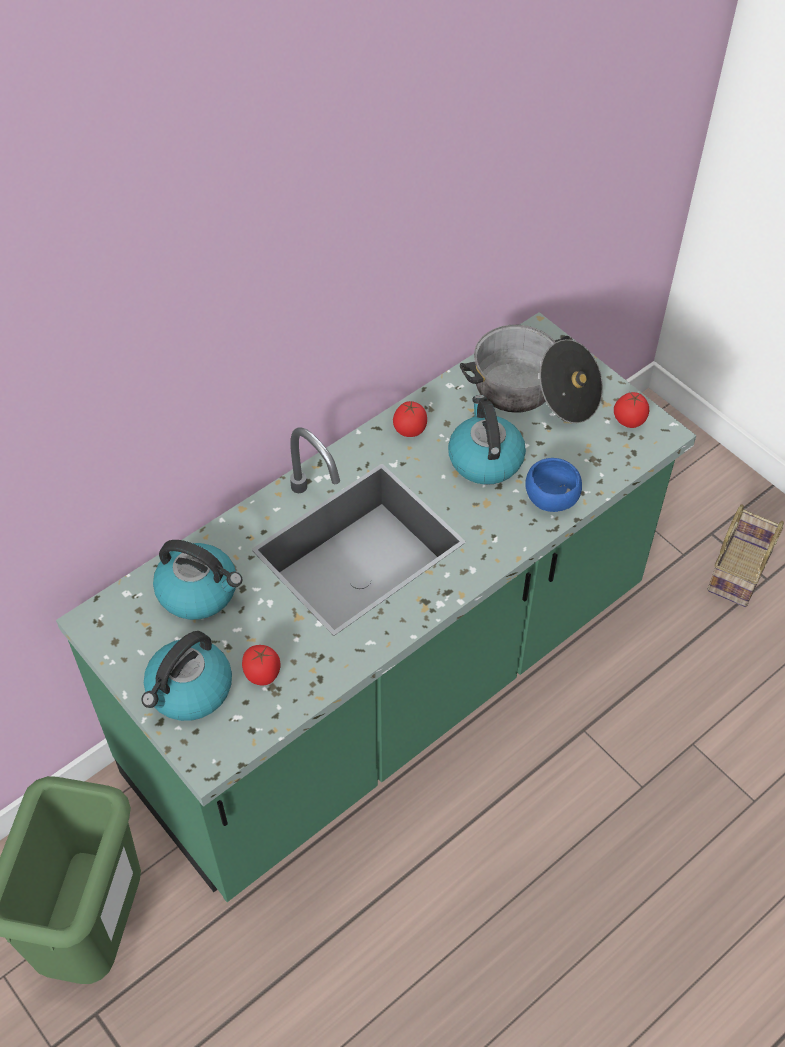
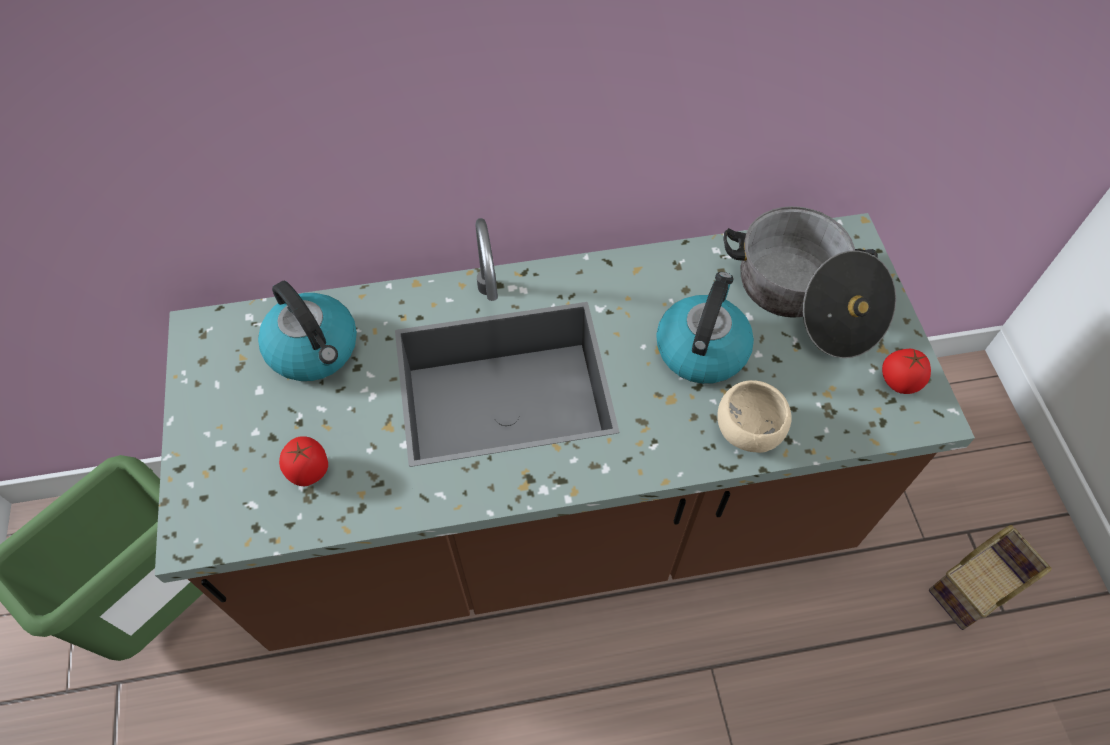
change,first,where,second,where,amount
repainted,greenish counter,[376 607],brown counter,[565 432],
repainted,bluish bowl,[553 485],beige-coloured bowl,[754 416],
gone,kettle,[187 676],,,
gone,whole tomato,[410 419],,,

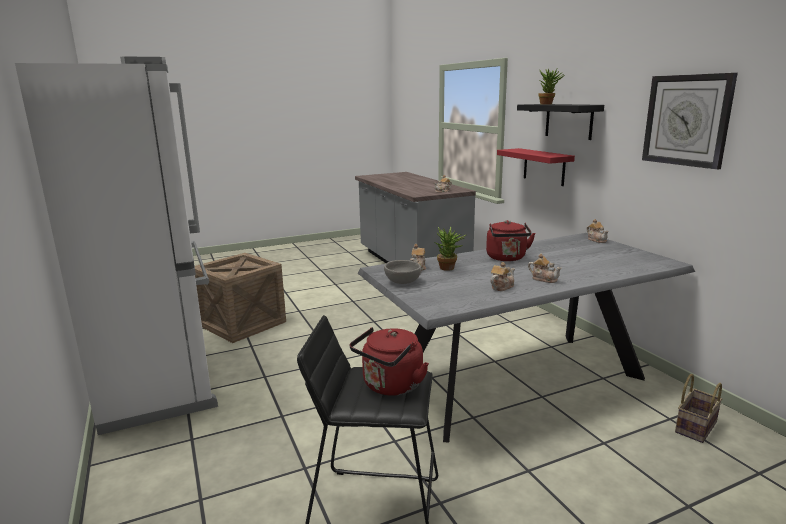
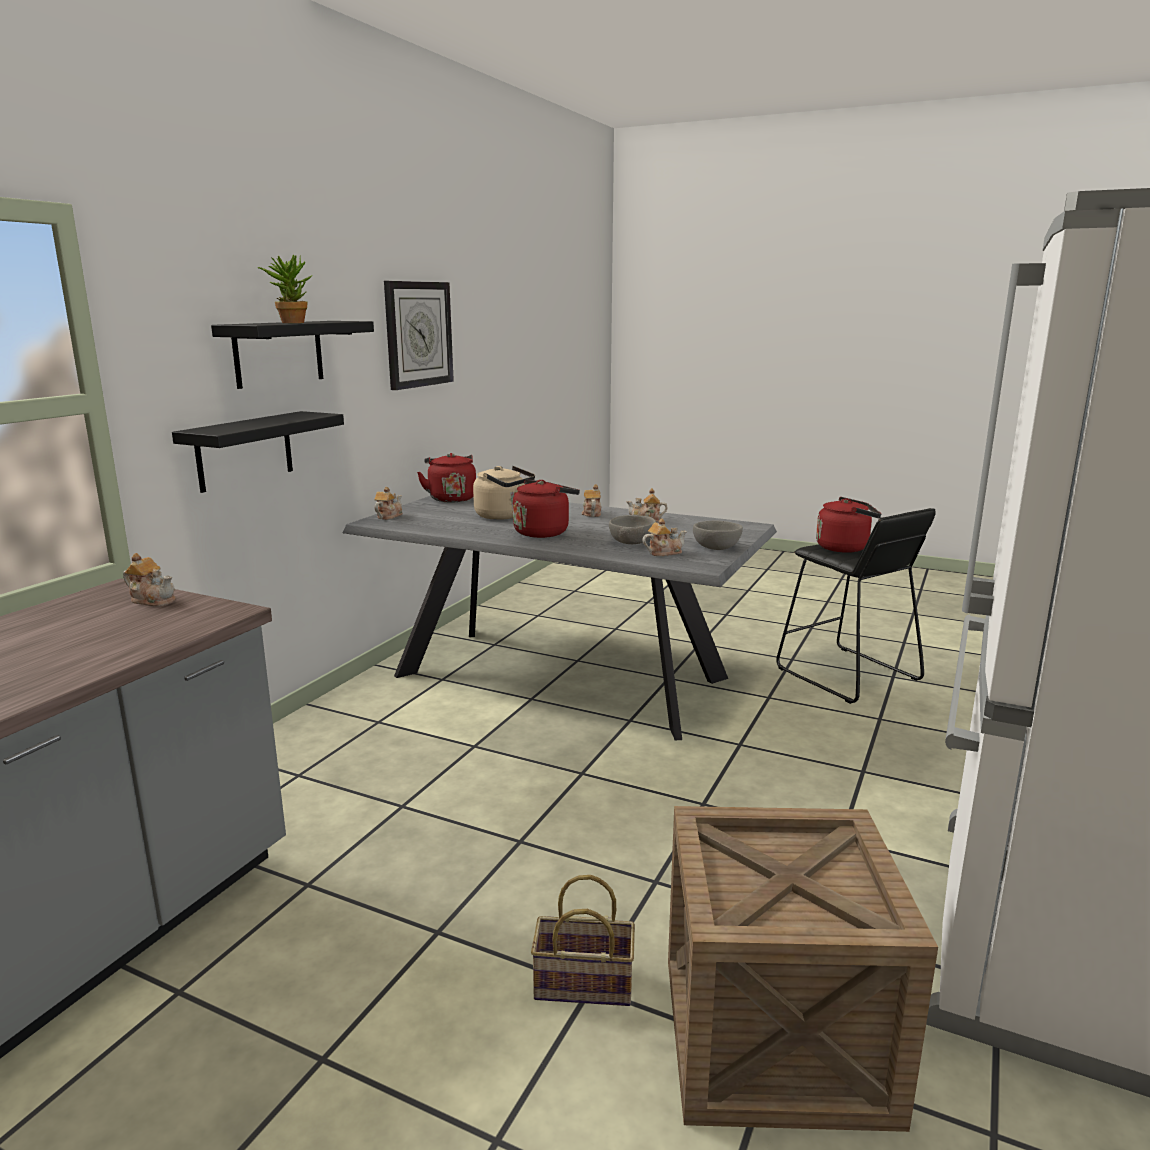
change,first,where,second,where,amount
repainted,red bracket shelf,[536 167],blackish bracket shelf,[258 452],
new,,,red kettle,[446 477],
new,,,beige-coloured kettle,[504 493],
shifted,basket,[698 408],,[583 940],
swapped,plant in a pot,[450 249],grey bowl,[632 529],

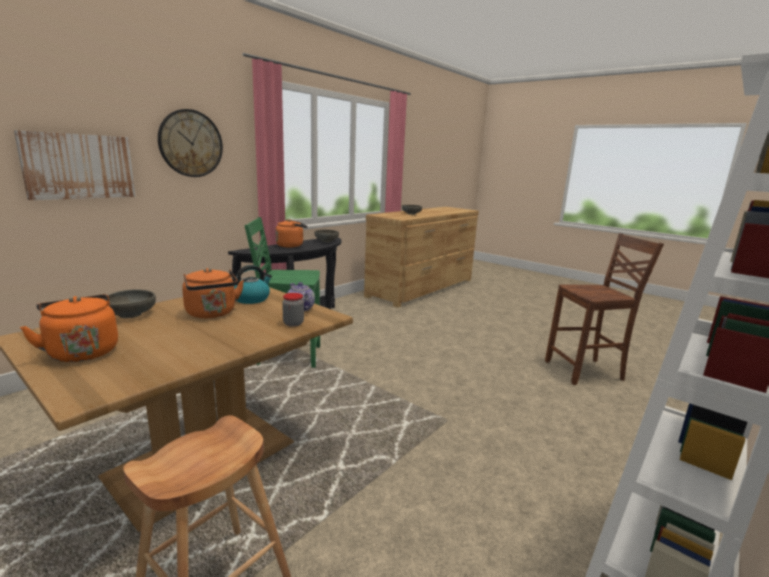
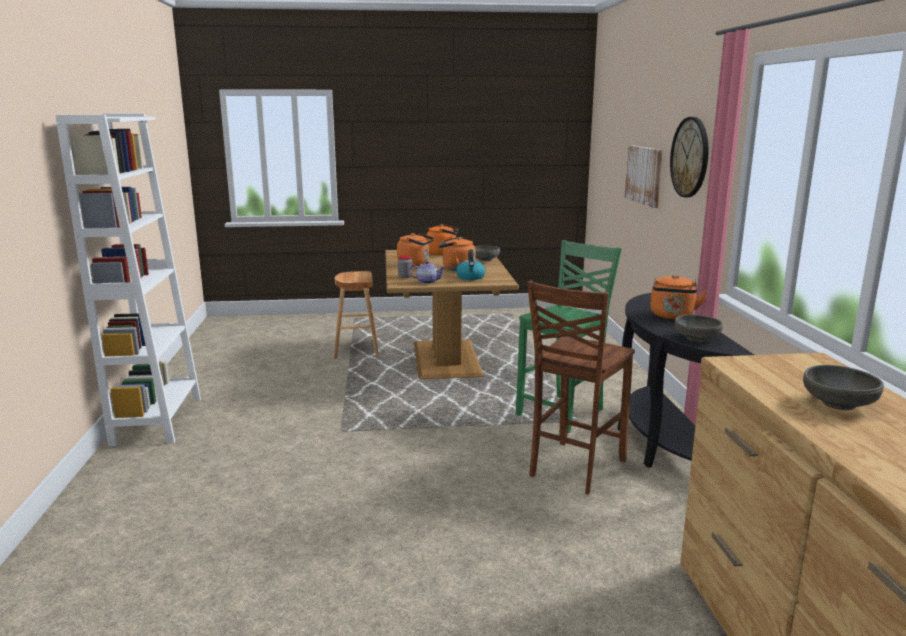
change,first,where,second,where,amount
new,,,orange-coloured kettle,[415 249],
shifted,brown upright chair,[604 309],,[581 388],

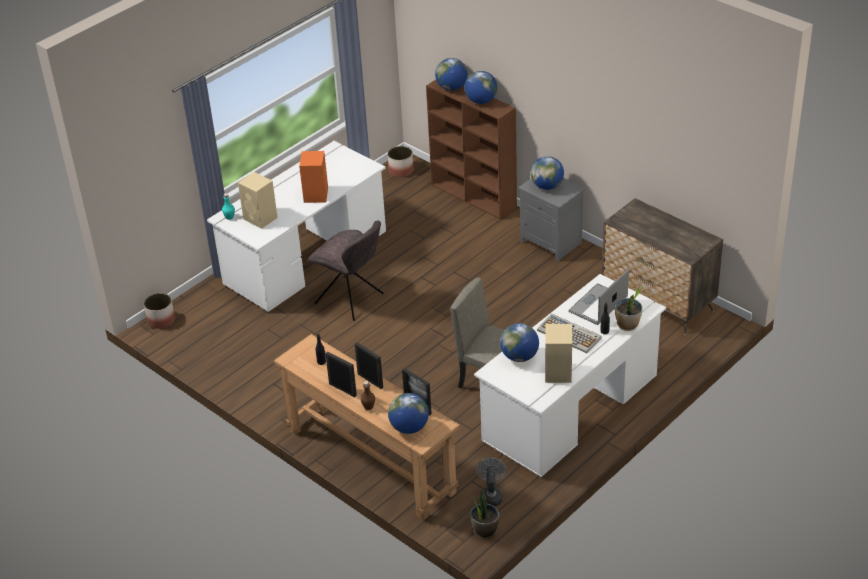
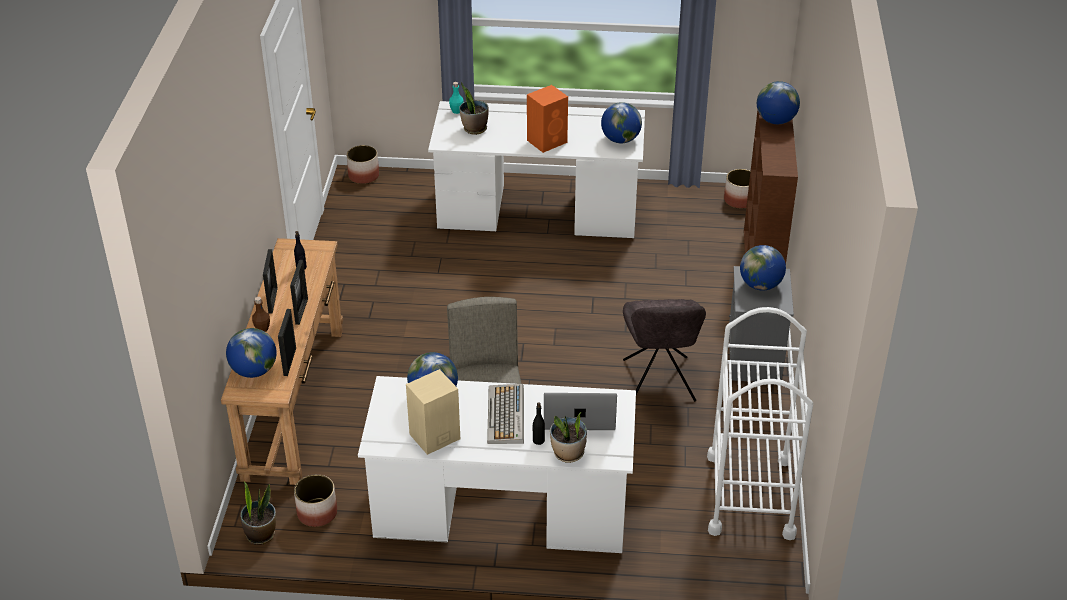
change,first,where,second,where,amount
swapped,grey cooling fan,[491 482],flower pot,[315 500],
swapped,beige-coloured speaker,[258 200],plant in a pot,[474 108],
shifted,globe,[480 87],,[621 122],
shifted,grey upright chair,[345 270],,[664 350],
swapped,dresser,[662 267],white-coloured cart,[760 423],

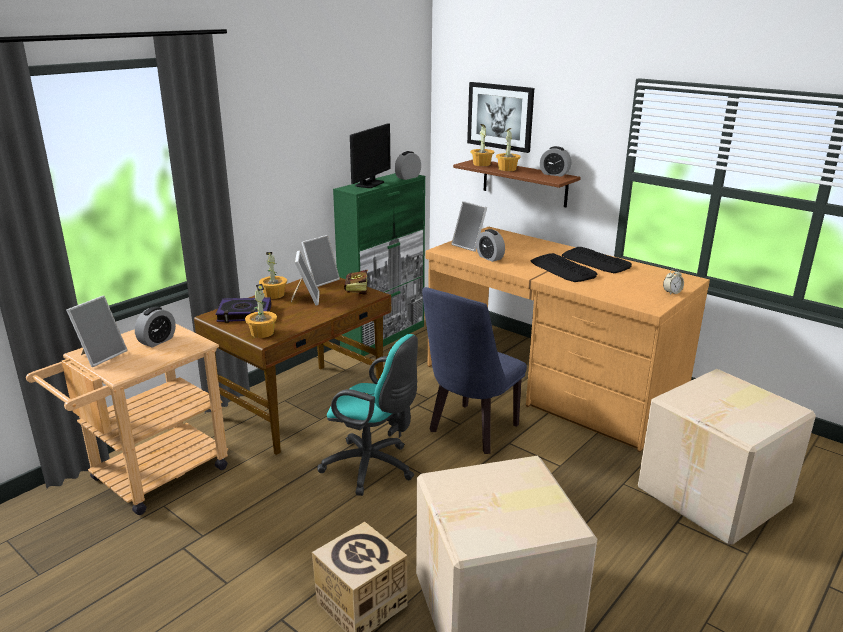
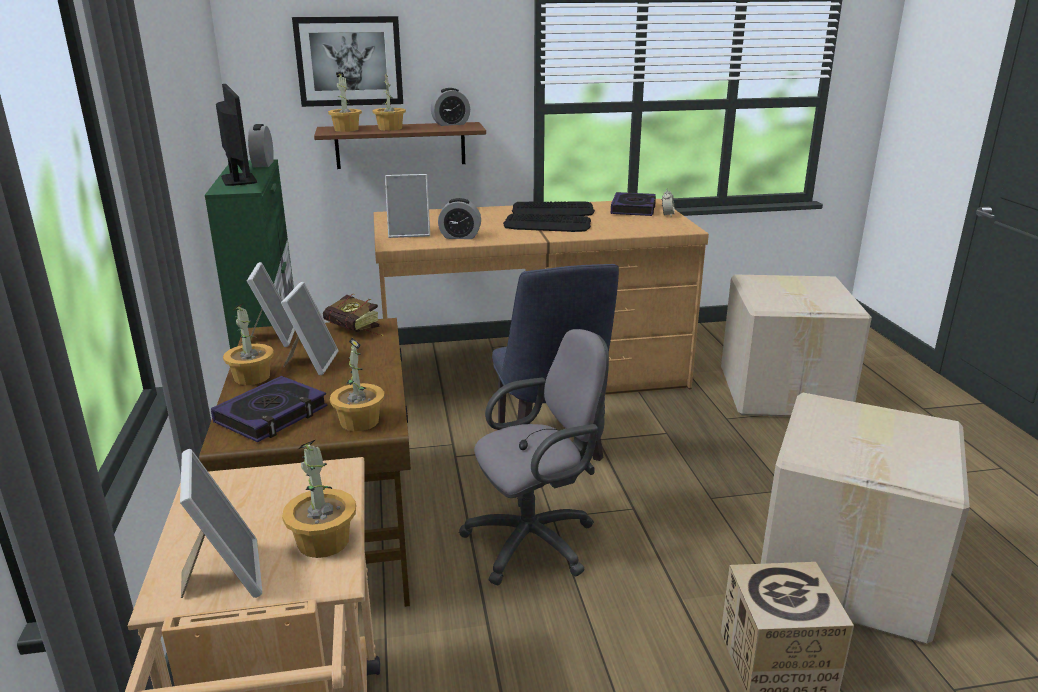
change,first,where,second,where,amount
rotated,picture frame,[305 277],,[310 328],60 degrees clockwise
new,,,plant in a pot,[319 499],
repainted,turquoise-coloured computer chair,[367 415],grey computer chair,[534 457],
new,,,volume,[633 204],
gone,alarm clock,[155 327],,,

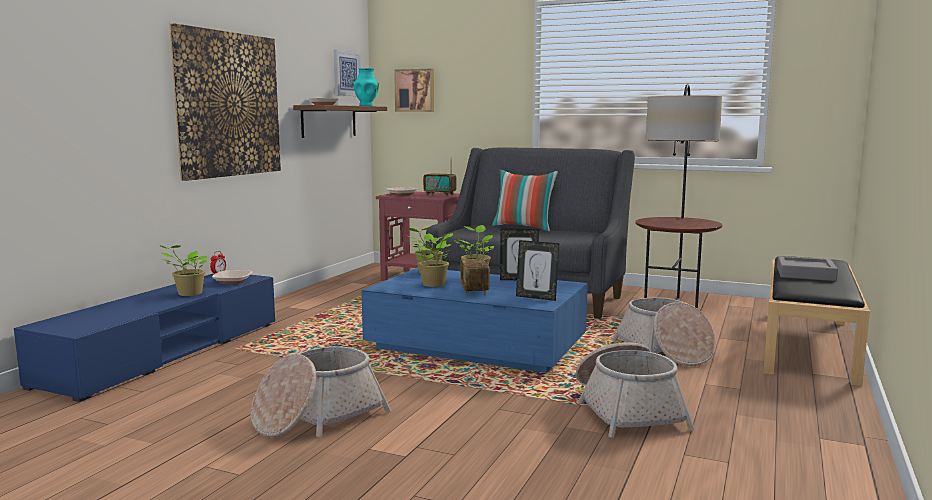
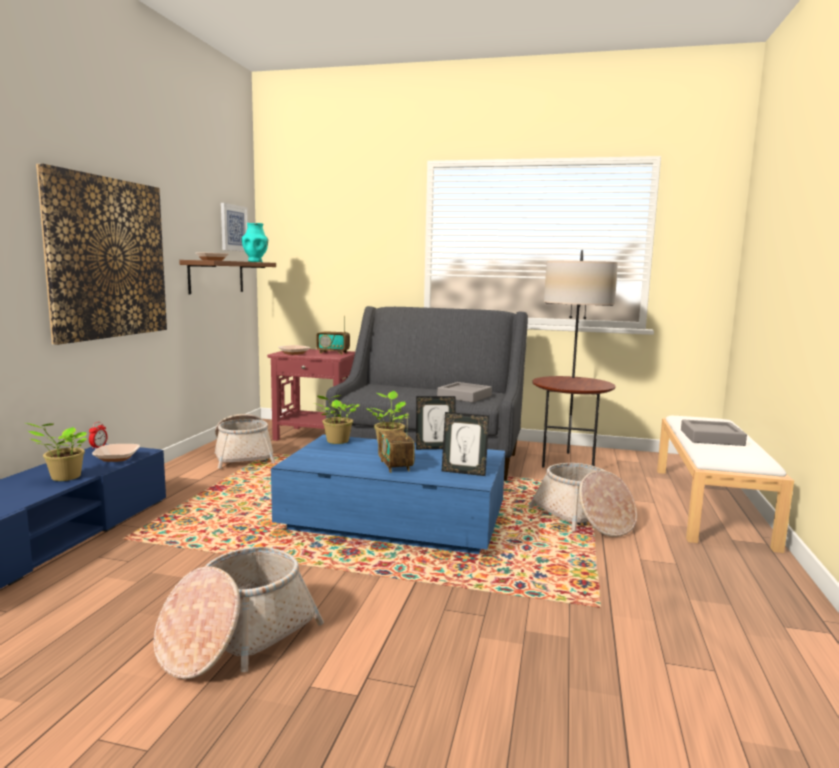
change,first,where,second,where,amount
shifted,basket,[635 390],,[245 441],
new,,,grey tray,[464 392],
repainted,blackish bench,[816 321],white-coloured bench,[725 484],
gone,picture,[414 90],,,
gone,plant in a pot,[433 260],,,
gone,throw pillow,[525 200],,,

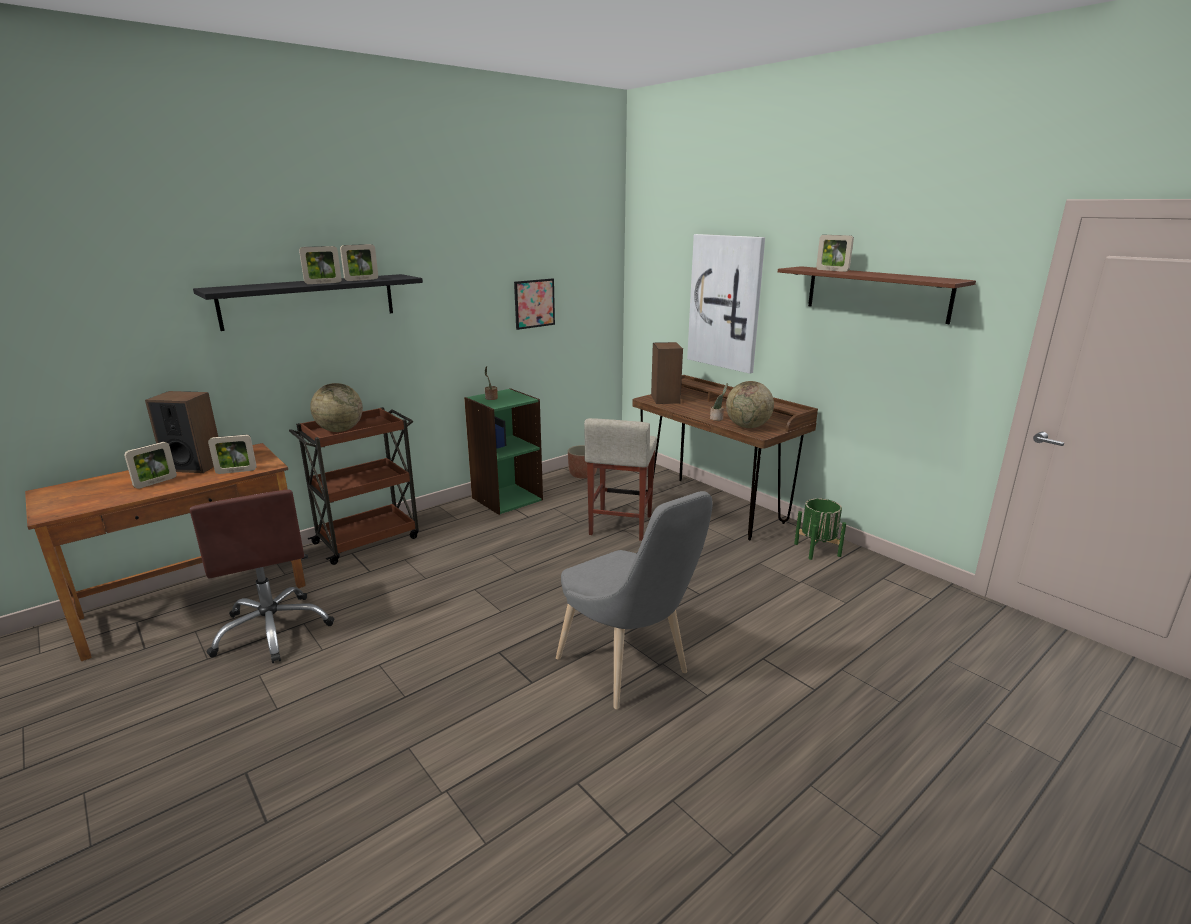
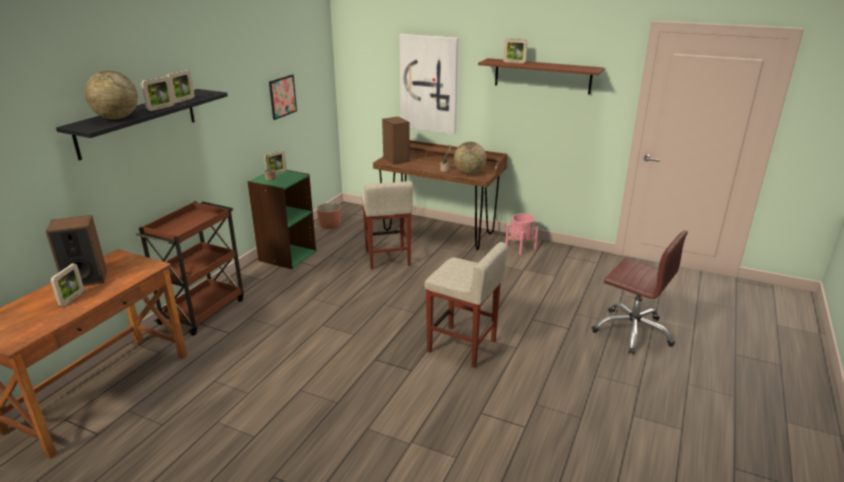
change,first,where,second,where,amount
shifted,globe,[336 407],,[111 95],
shifted,picture frame,[232 454],,[275 162],
swapped,grey upright chair,[634 600],beige-coloured sitting stool,[466 305],
repainted,greenish flower pot,[820 529],pink flower pot,[522 234],
shifted,brown computer chair,[262 576],,[640 292],

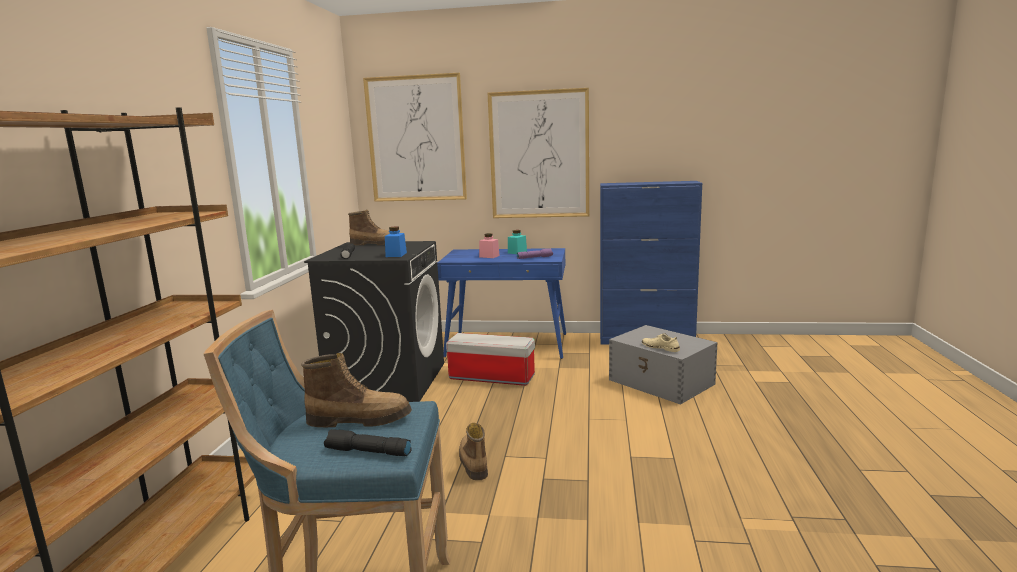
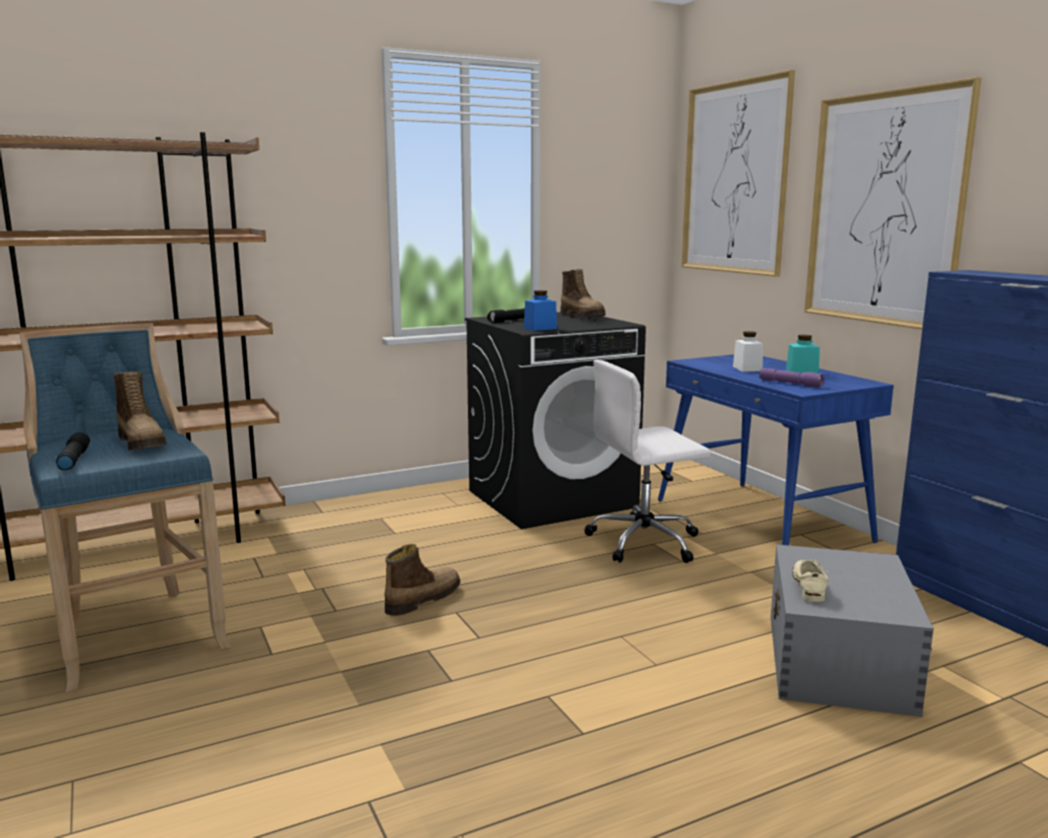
change,first,where,second,where,amount
swapped,storage bin,[490 359],white-coloured computer chair,[647 461],
repainted,pink jar,[489 245],white-coloured jar,[748 351],

